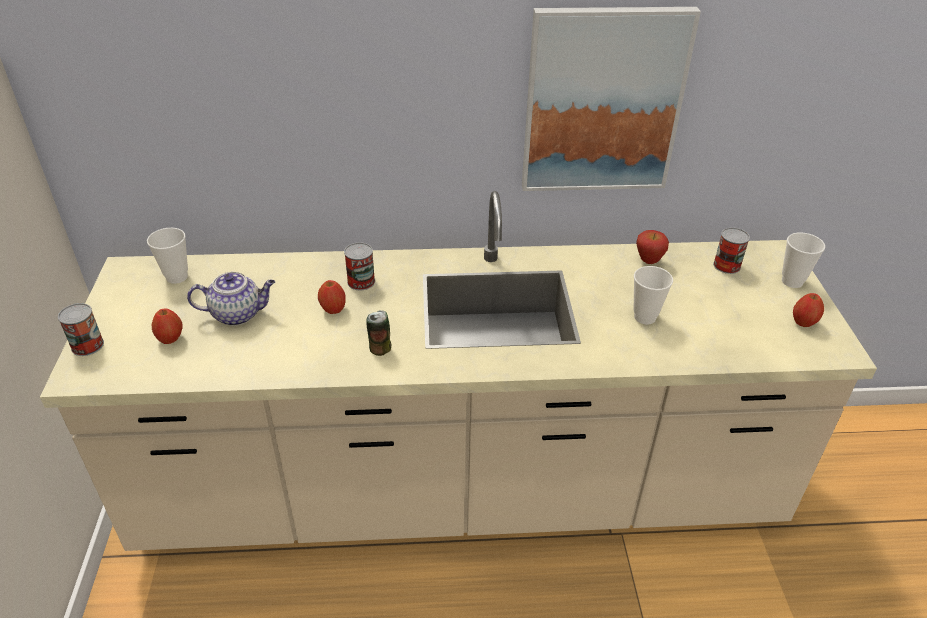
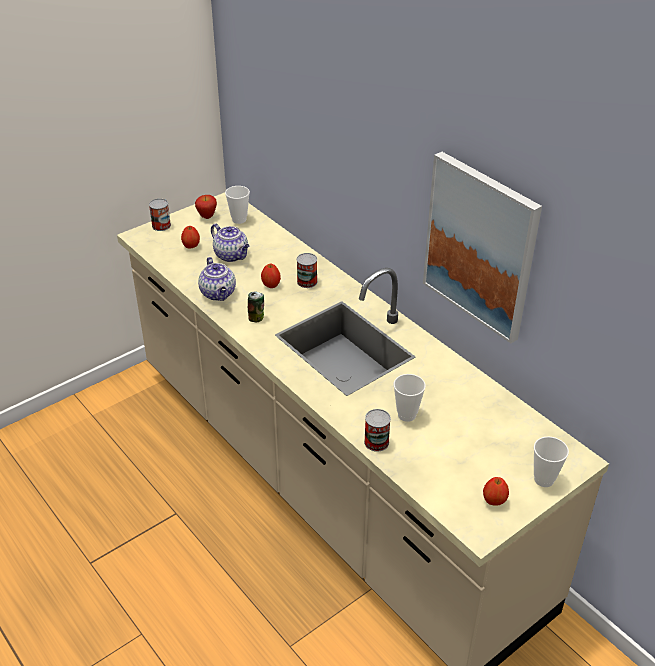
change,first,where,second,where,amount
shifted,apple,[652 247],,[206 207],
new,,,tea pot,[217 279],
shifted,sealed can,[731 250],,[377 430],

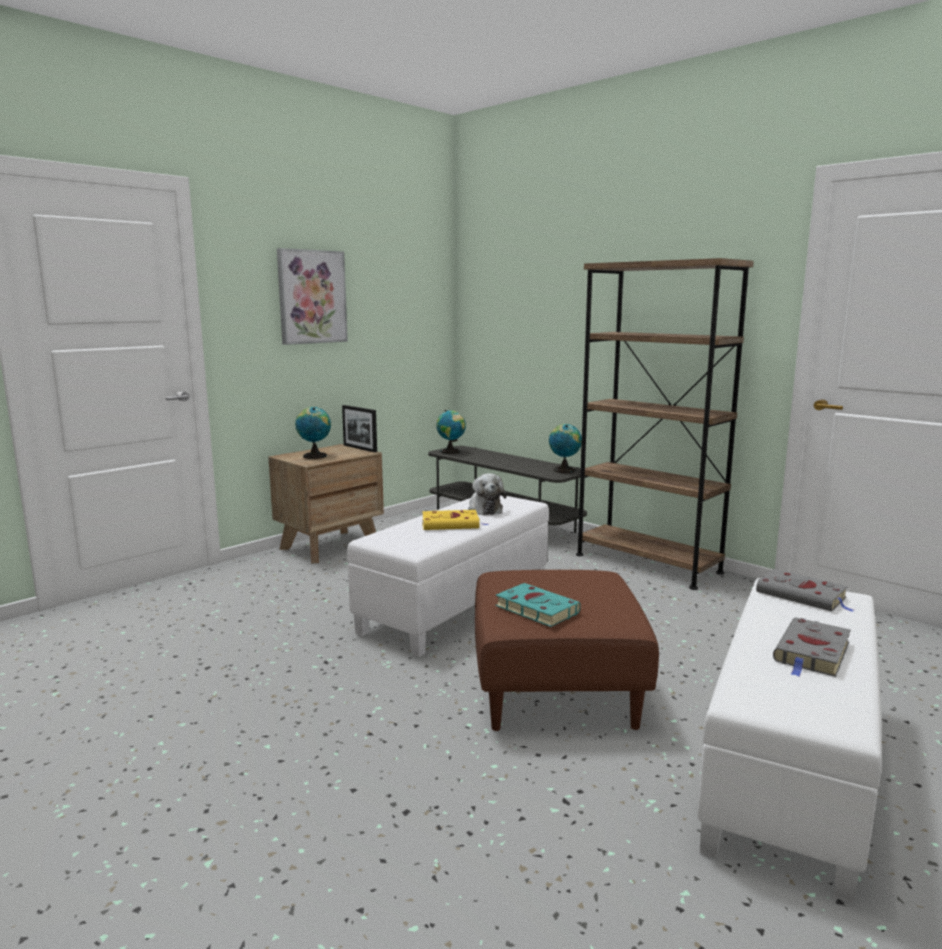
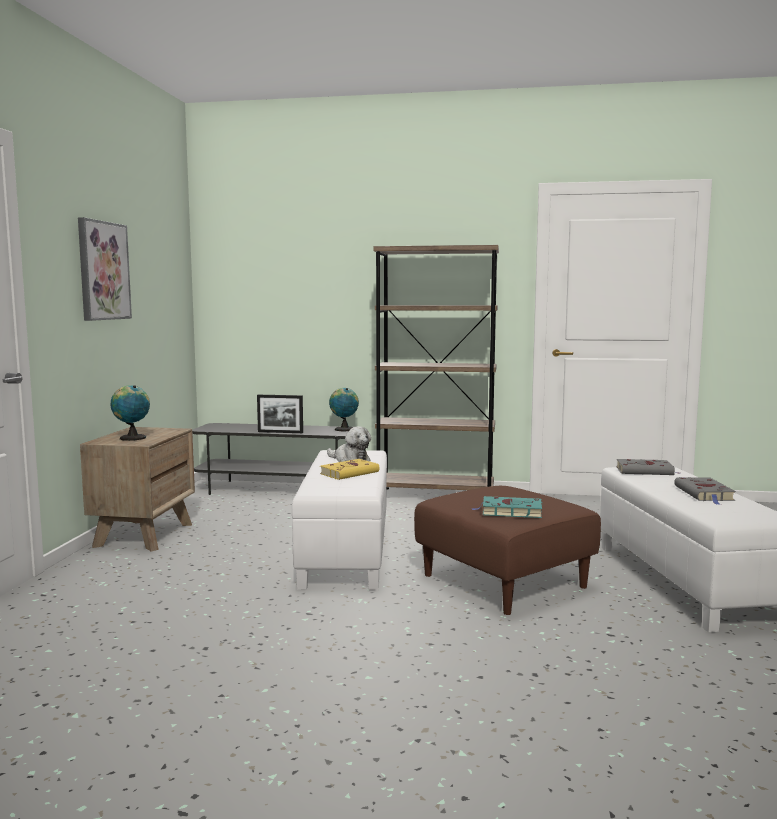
change,first,where,second,where,amount
shifted,picture frame,[359 428],,[280 414],
gone,globe,[451 432],,,

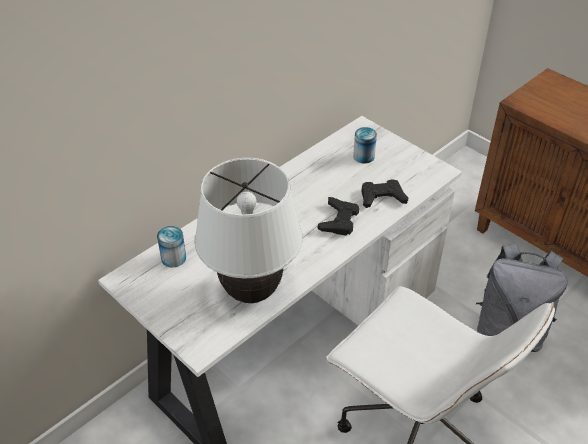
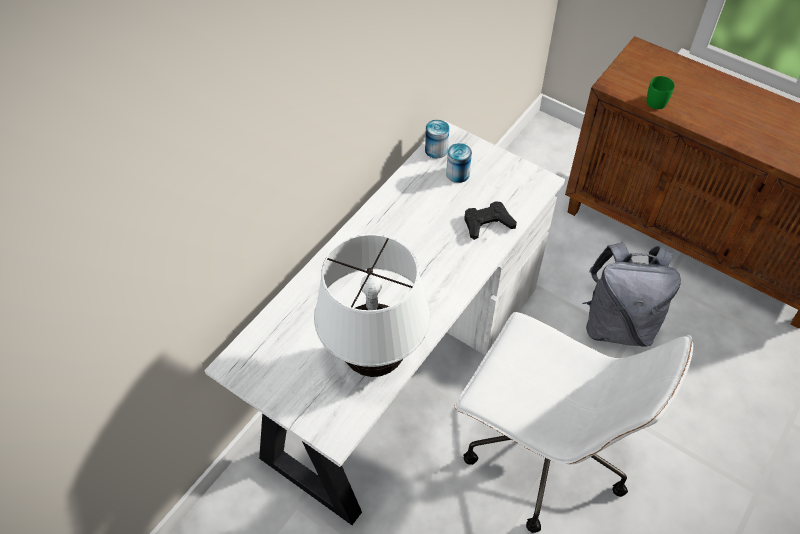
change,first,where,second,where,amount
shifted,sealed can,[171 246],,[437 139],
new,,,greenish coffee mug,[661 92],
gone,blackish gamepad,[338 216],,,

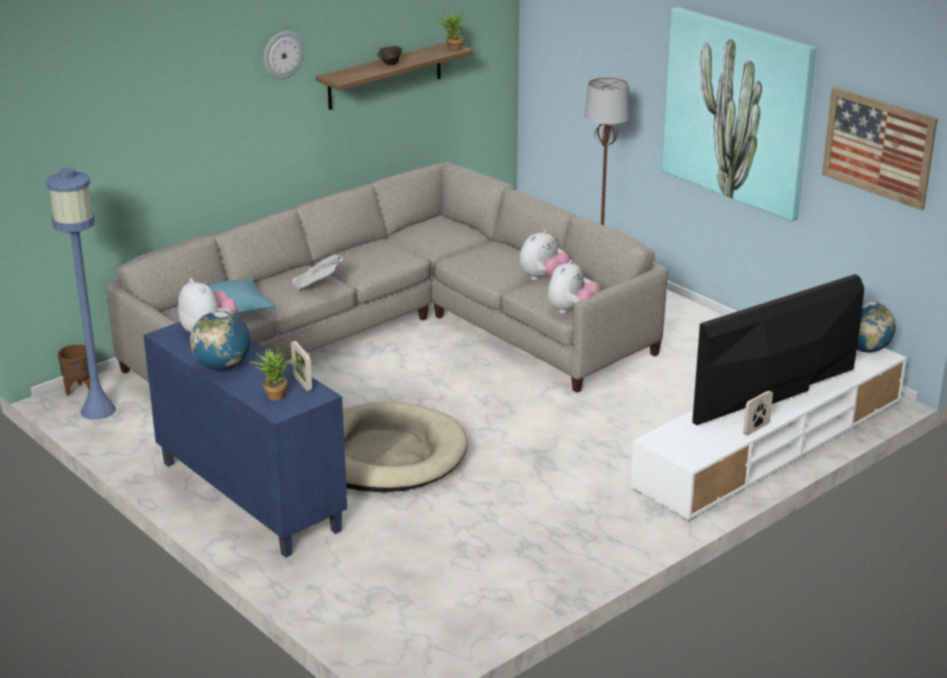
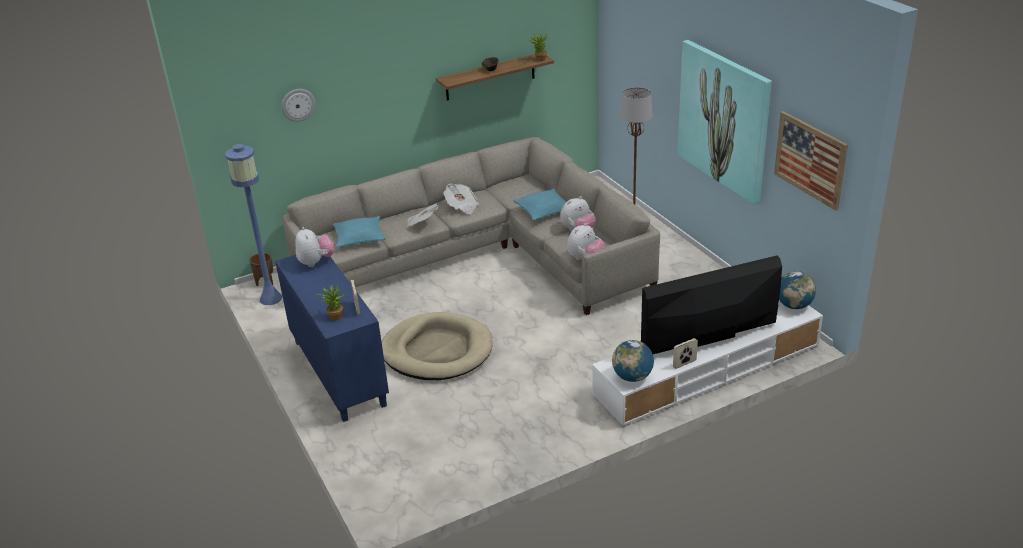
change,first,where,second,where,amount
shifted,wall clock,[284 55],,[298 105],
new,,,newspaper,[461 198],
new,,,turquoise-coloured throw pillow,[540 204],
shifted,globe,[220 340],,[633 361],

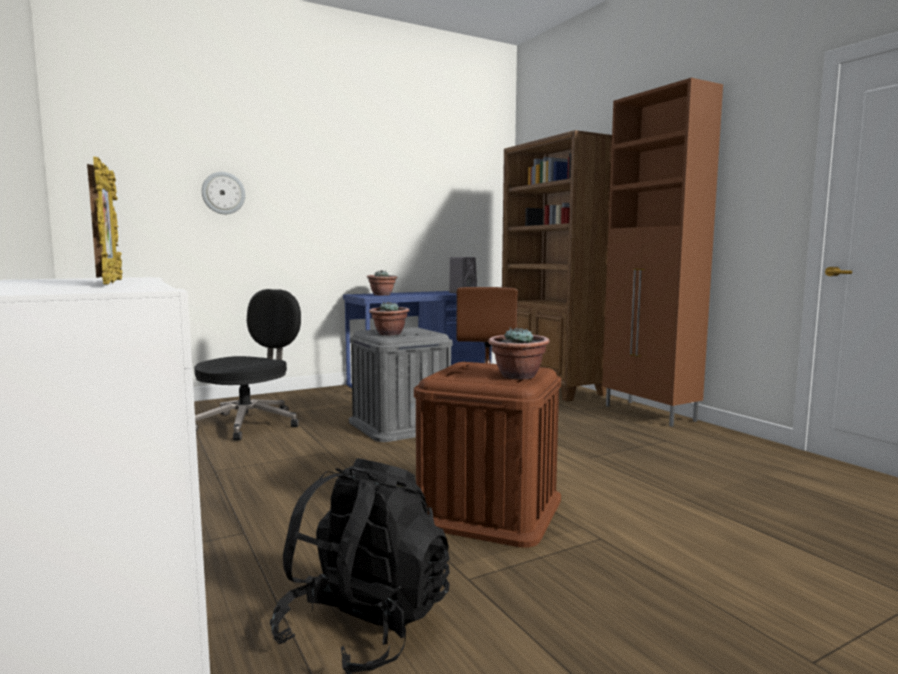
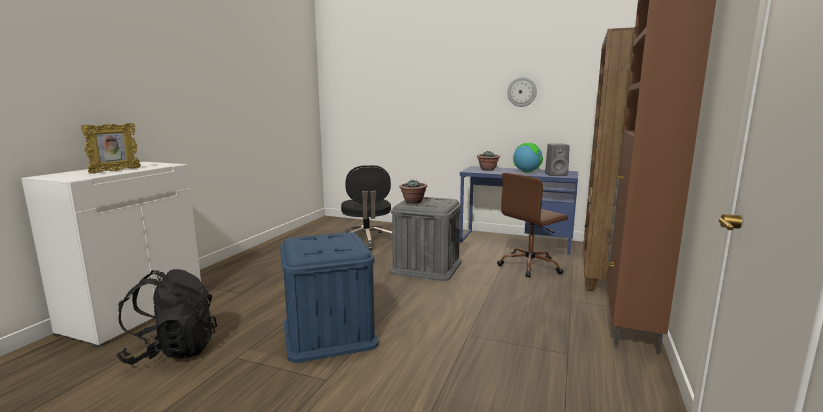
change,first,where,second,where,amount
repainted,brown storage bin,[487 455],bluish storage bin,[329 297],
rotated,blackish computer chair,[247 364],,[366 208],90 degrees clockwise
shifted,wall clock,[223 193],,[522 92],
new,,,globe,[528 157],
gone,plant in a pot,[519 353],,,

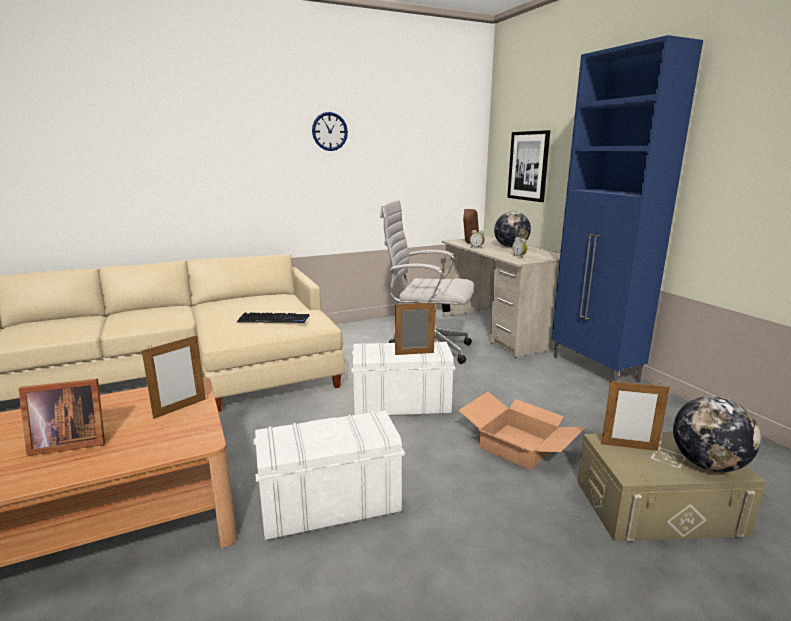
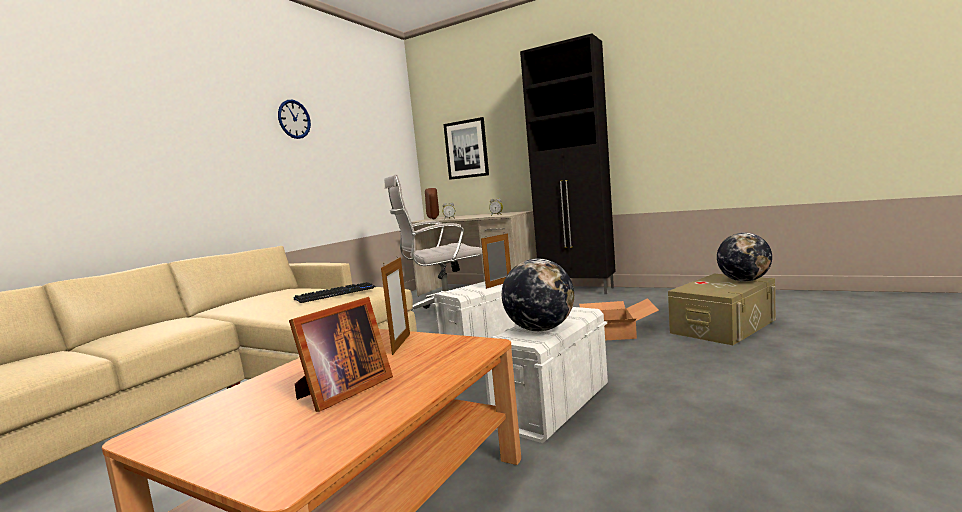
change,first,where,second,where,amount
shifted,globe,[512 229],,[538 295],
repainted,bluish storage cabinet,[627 209],blackish storage cabinet,[568 163],
gone,picture frame,[635 415],,,

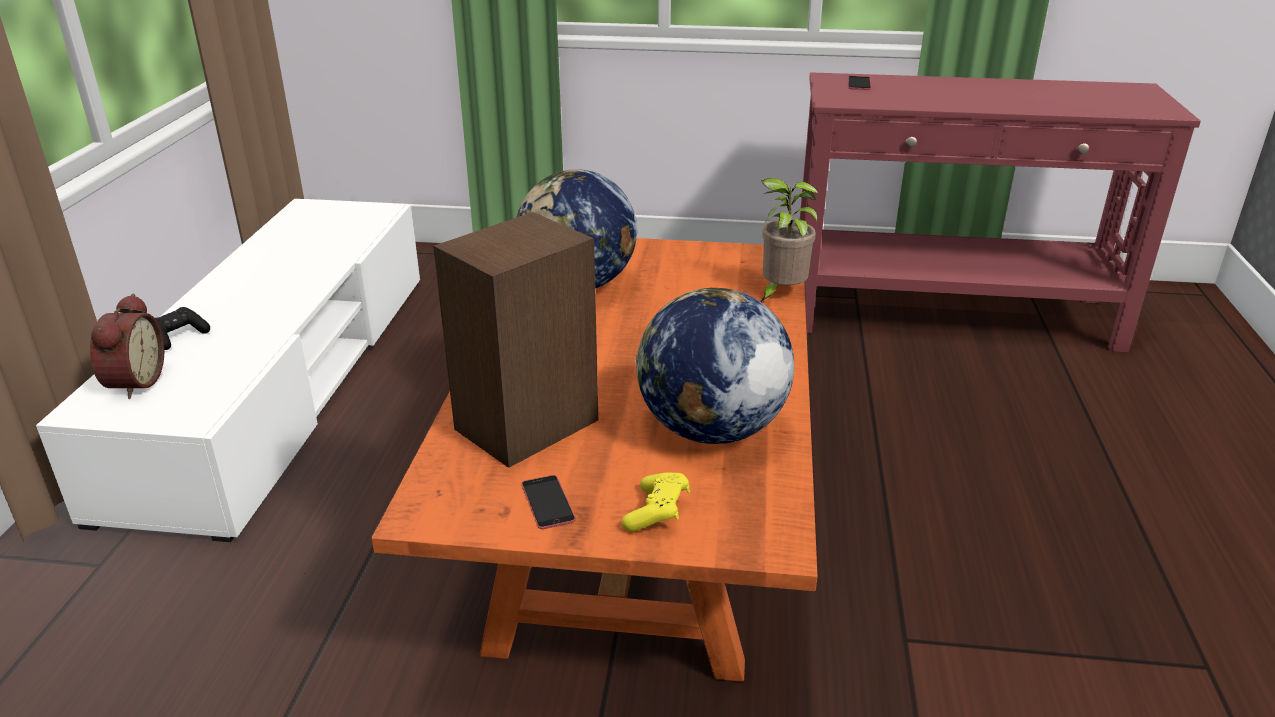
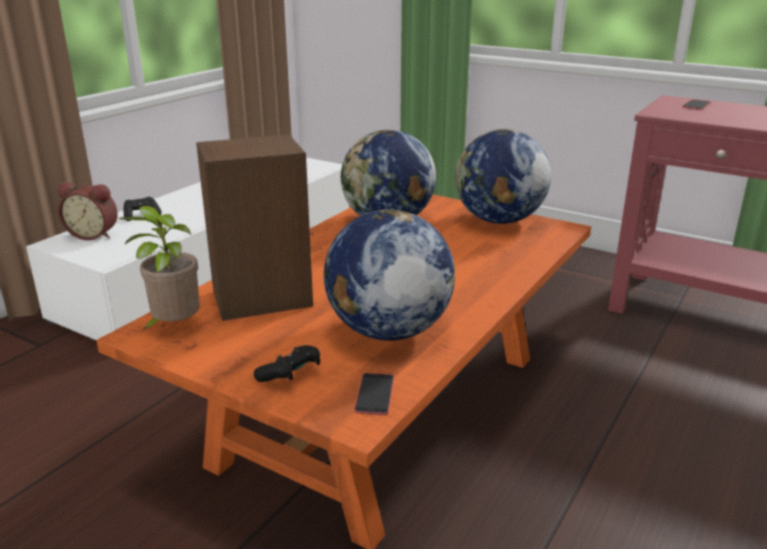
change,first,where,second,where,amount
rotated,alarm clock,[127 346],,[88 211],75 degrees clockwise
shifted,plant in a pot,[790 240],,[159 268],
repainted,yellow gamepad,[655 502],blackish gamepad,[287 363],
shifted,phone,[548 502],,[374 394],
new,,,globe,[503 176],

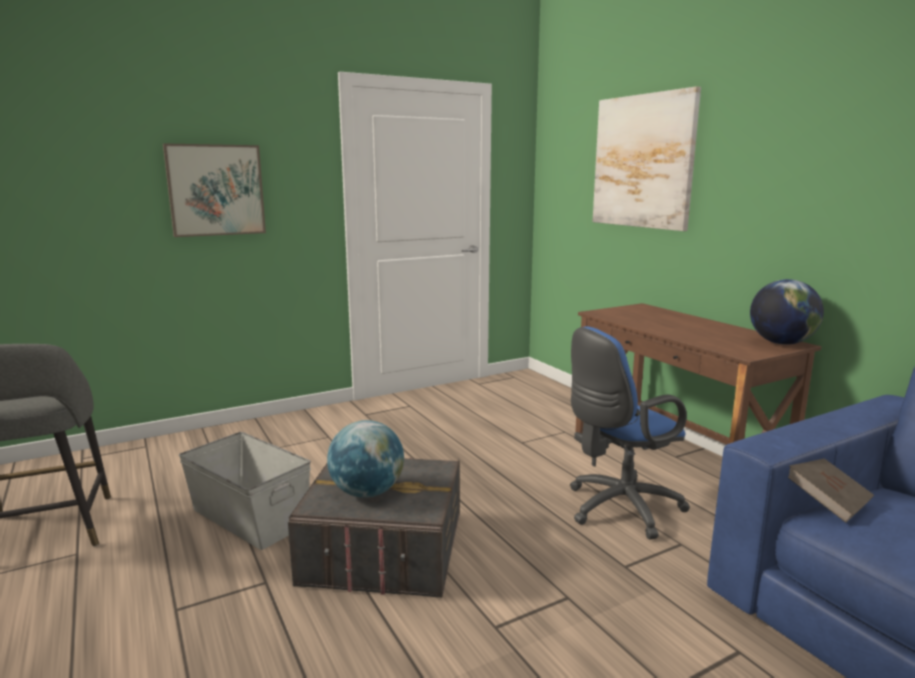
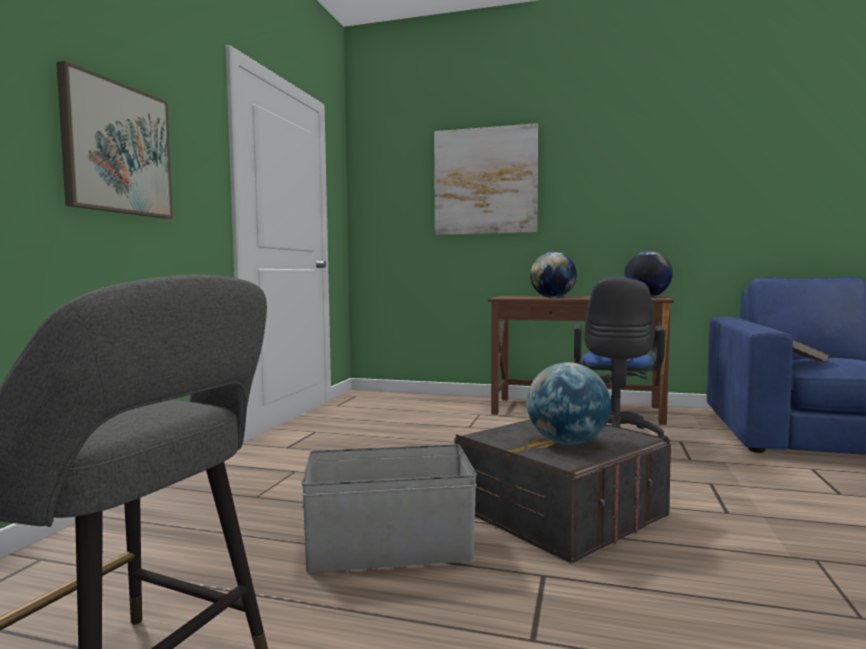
change,first,where,second,where,amount
new,,,globe,[553 275],

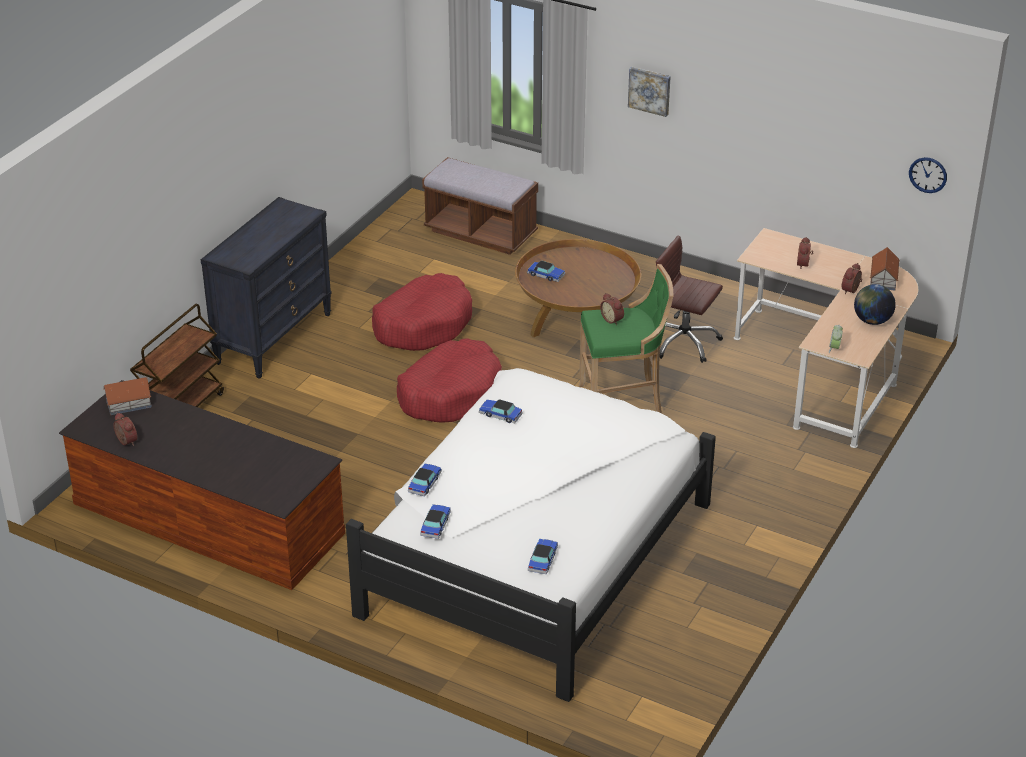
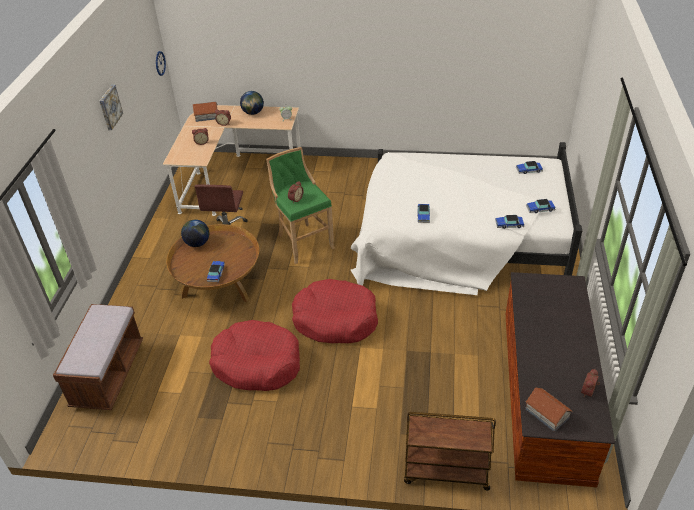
change,first,where,second,where,amount
shifted,picture,[649 92],,[111 107],
new,,,globe,[195 233],
gone,blackish dresser,[266 288],,,

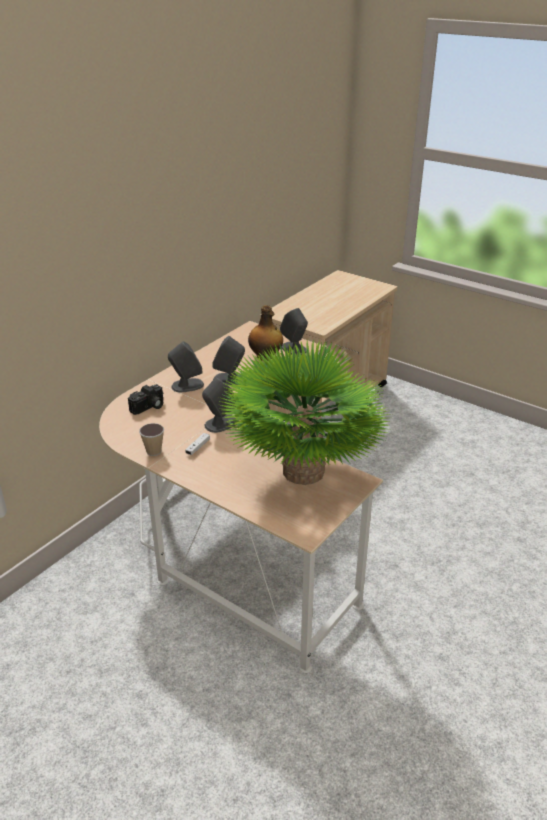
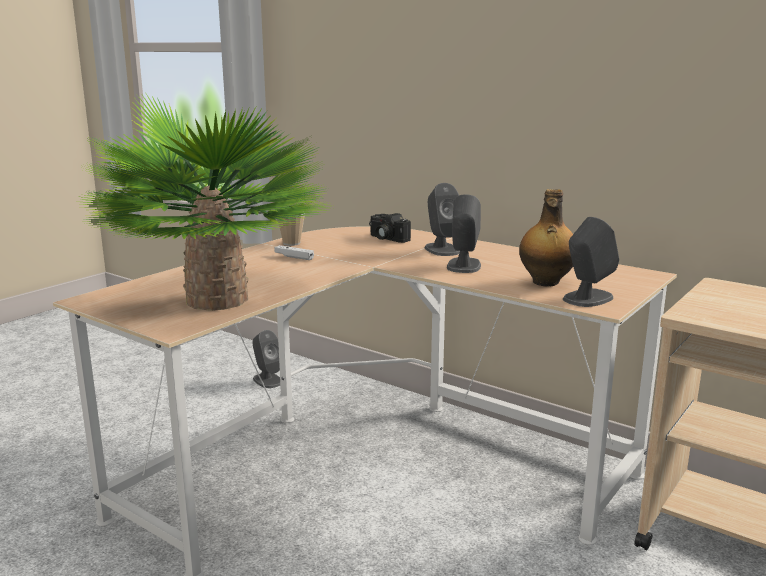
change,first,where,second,where,amount
shifted,grey speaker,[220 405],,[266 359],

